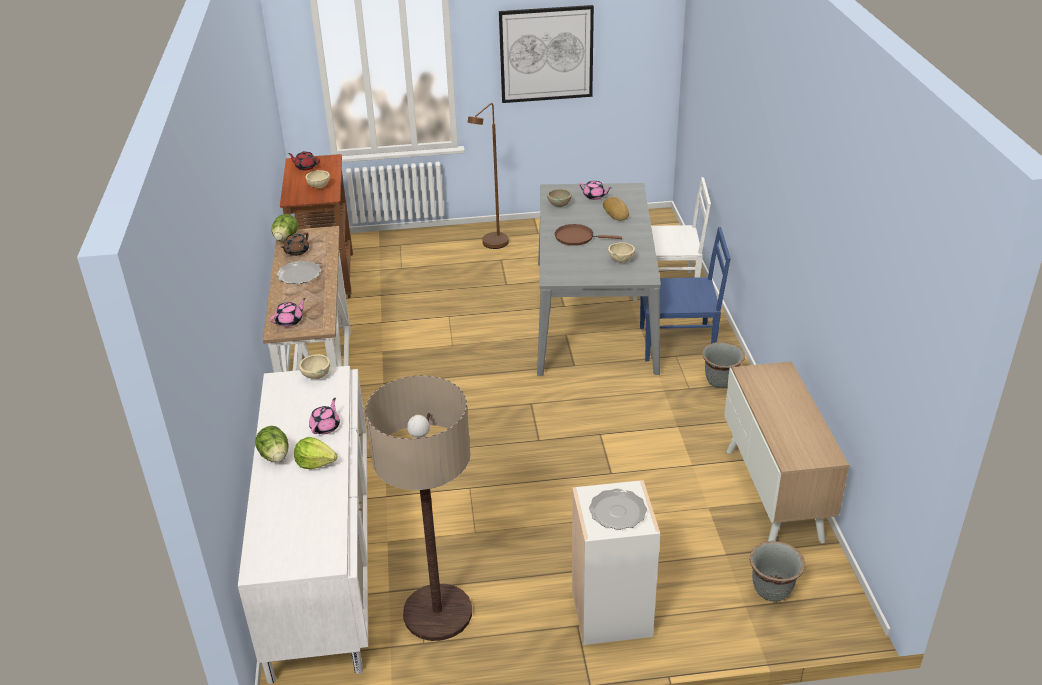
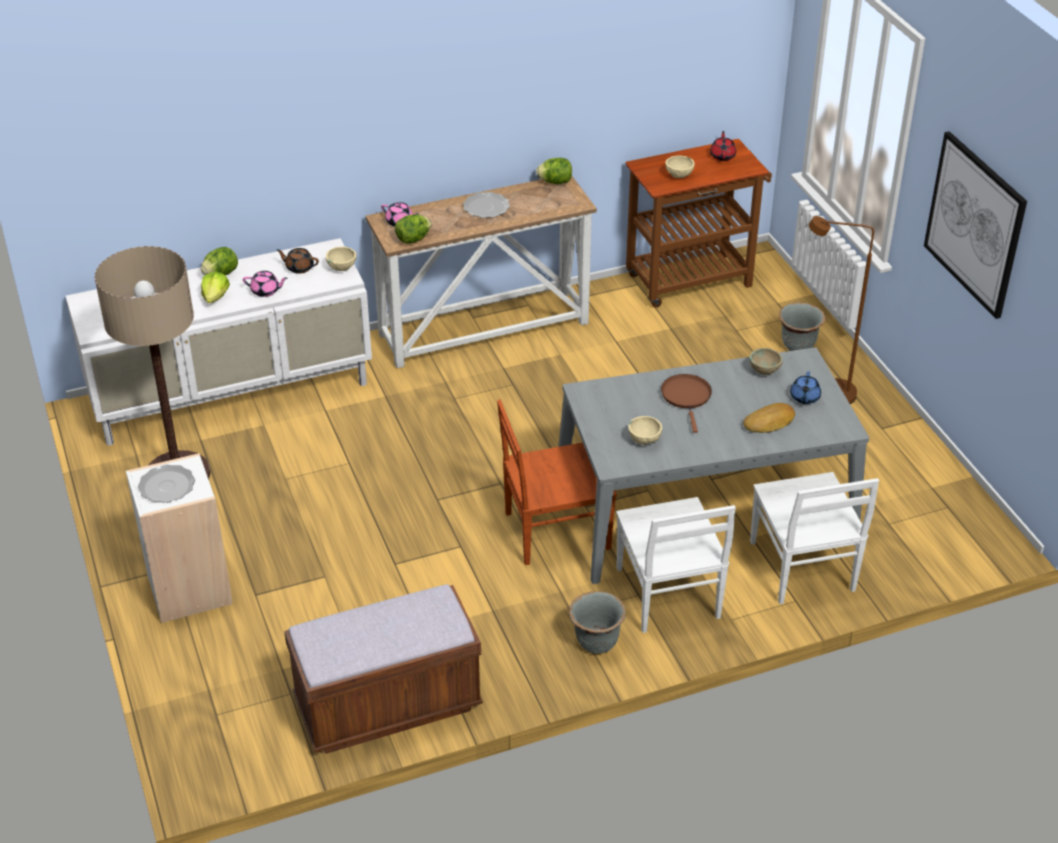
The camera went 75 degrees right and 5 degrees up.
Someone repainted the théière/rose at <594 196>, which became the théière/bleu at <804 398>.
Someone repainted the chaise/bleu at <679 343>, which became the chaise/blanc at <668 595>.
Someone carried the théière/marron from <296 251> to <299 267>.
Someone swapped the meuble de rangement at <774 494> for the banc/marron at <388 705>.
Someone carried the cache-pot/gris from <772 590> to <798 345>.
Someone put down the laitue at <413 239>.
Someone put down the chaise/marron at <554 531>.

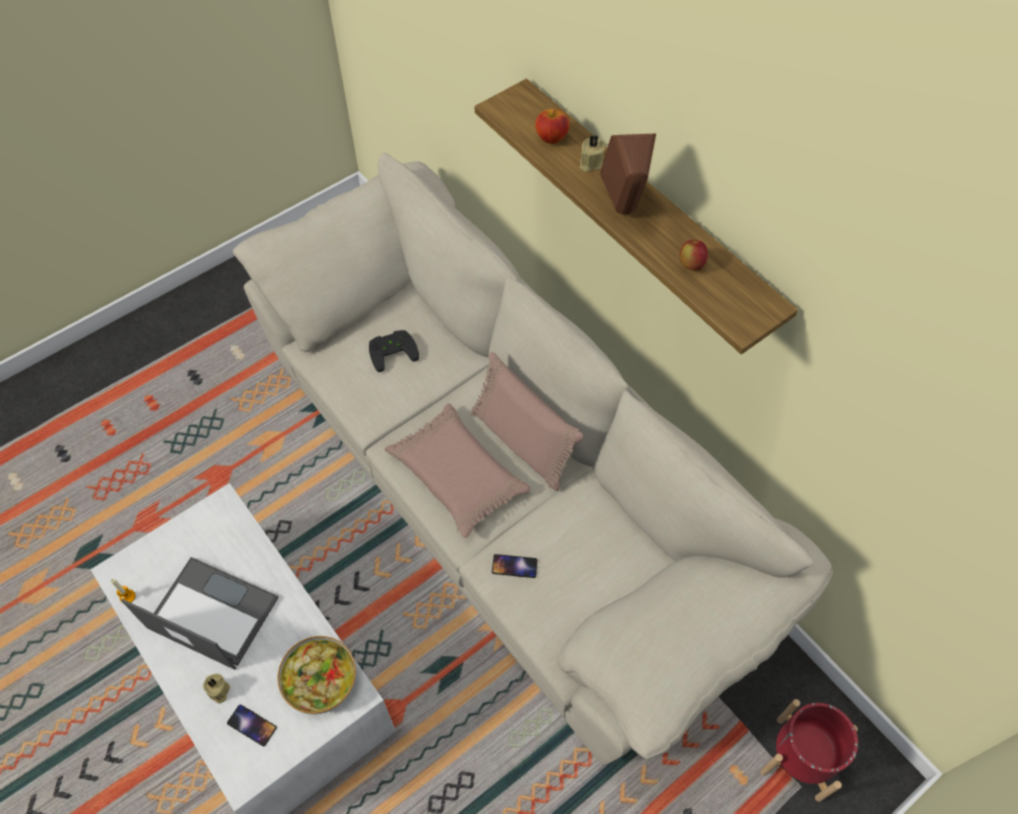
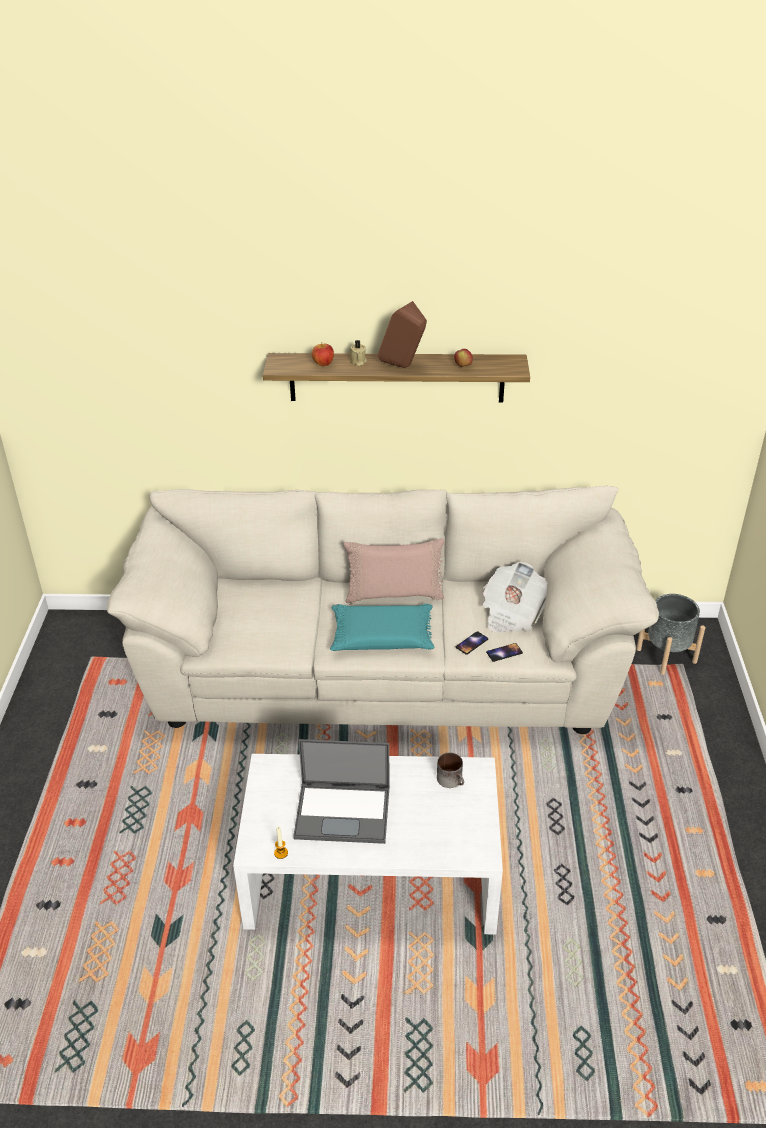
The camera went 50 degrees left and 20 degrees down.
Someone took away the manette/noir at <392 350>.
Someone repainted the coussin/beige at <457 473>, which became the coussin/turquoise at <382 633>.
Someone rotated the ordinateur portable at <211 612> by 150 degrees counterclockwise.
Someone swapped the bol at <321 681> for the mug at <452 780>.
Someone took away the bougie/beige at <218 691>.
Someone repainted the cache-pot/rouge at <799 758>, which became the cache-pot/gris at <666 655>.
Someone carried the téléphone from <252 725> to <504 652>.
Someone put down the journal at <512 613>.

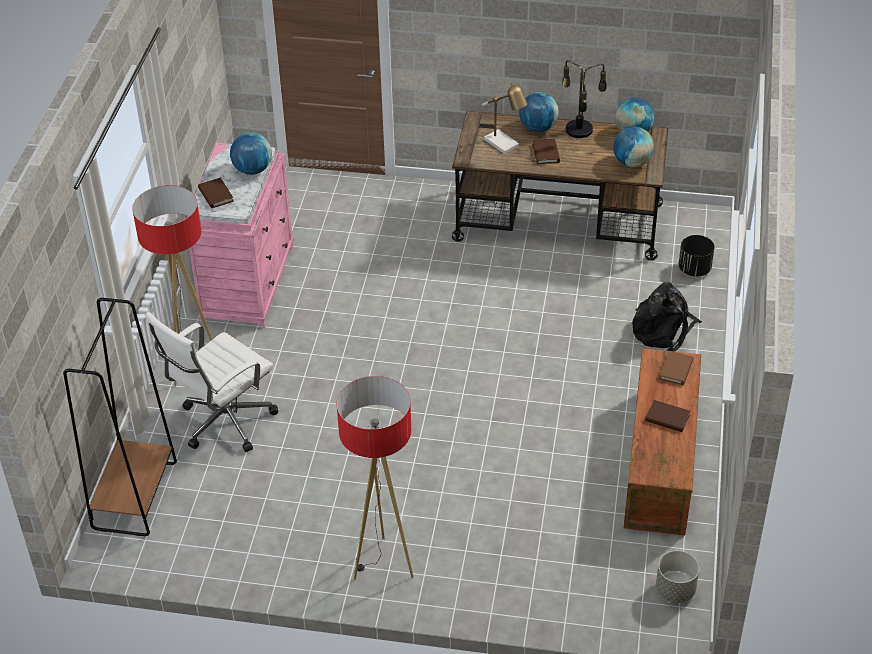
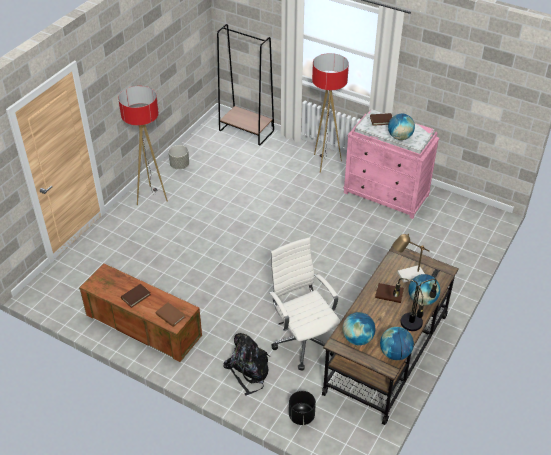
The camera went 110 degrees right and 0 degrees up.
Someone carried the chaise de bureau/blanc from <223 423> to <303 341>.
Someone carried the cache-pot/gris from <675 590> to <179 165>.

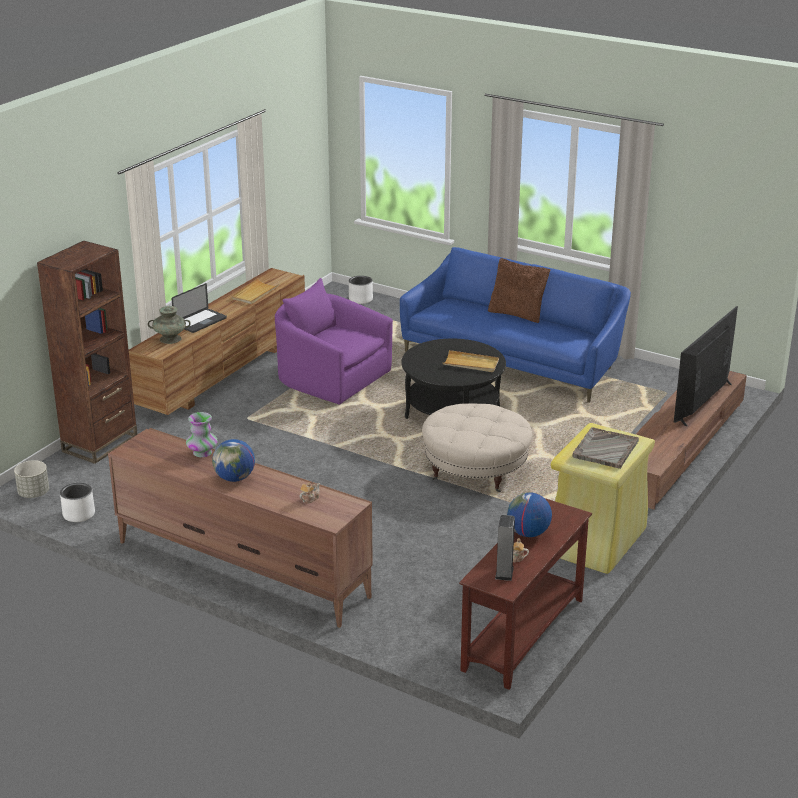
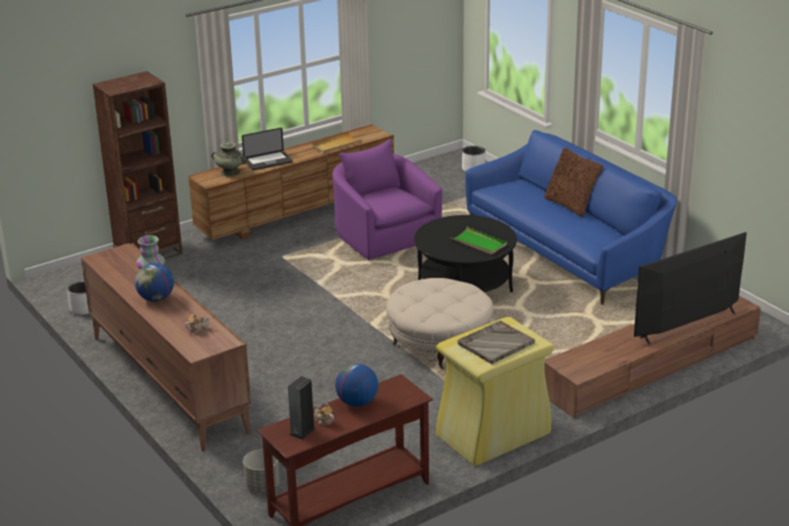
The camera went 25 degrees right and 0 degrees up.
Someone repainted the plateau/beige at <471 364>, which became the plateau/vert at <478 243>.
Someone carried the cache-pot/gris from <33 493> to <262 486>.

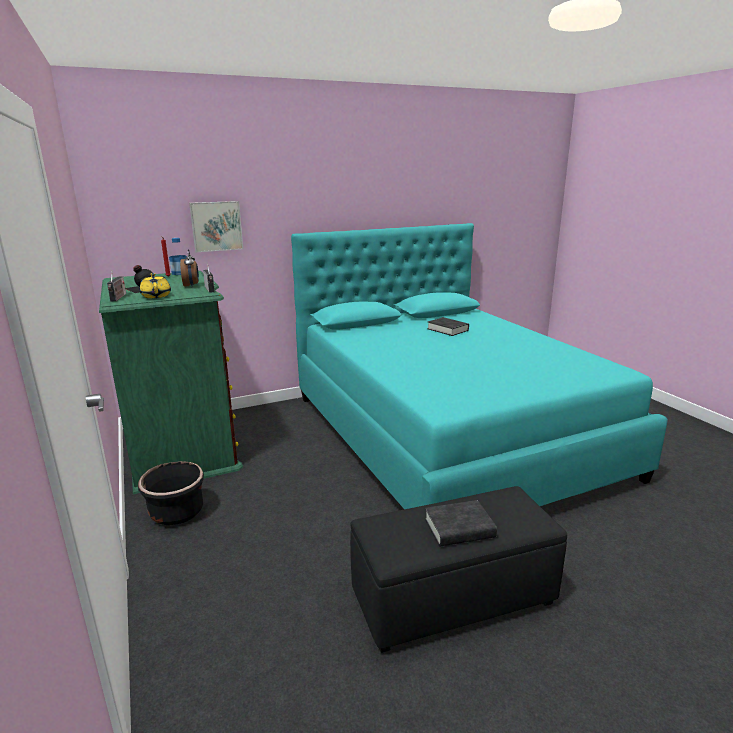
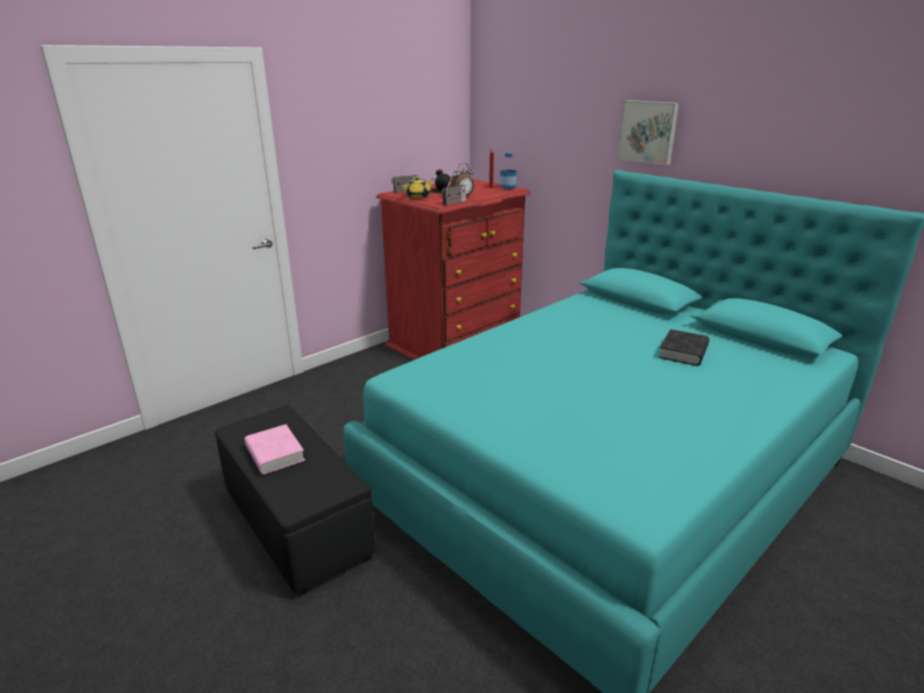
The camera went 70 degrees right and 5 degrees up.
Someone carried the tableau from <216 226> to <648 131>.
Someone repainted the commode/vert at <182 449>, which became the commode/rouge at <457 341>.
Someone took away the cache-pot/noir at <177 512>.
Someone repainted the livre/noir at <459 528>, which became the livre/rose at <275 454>.

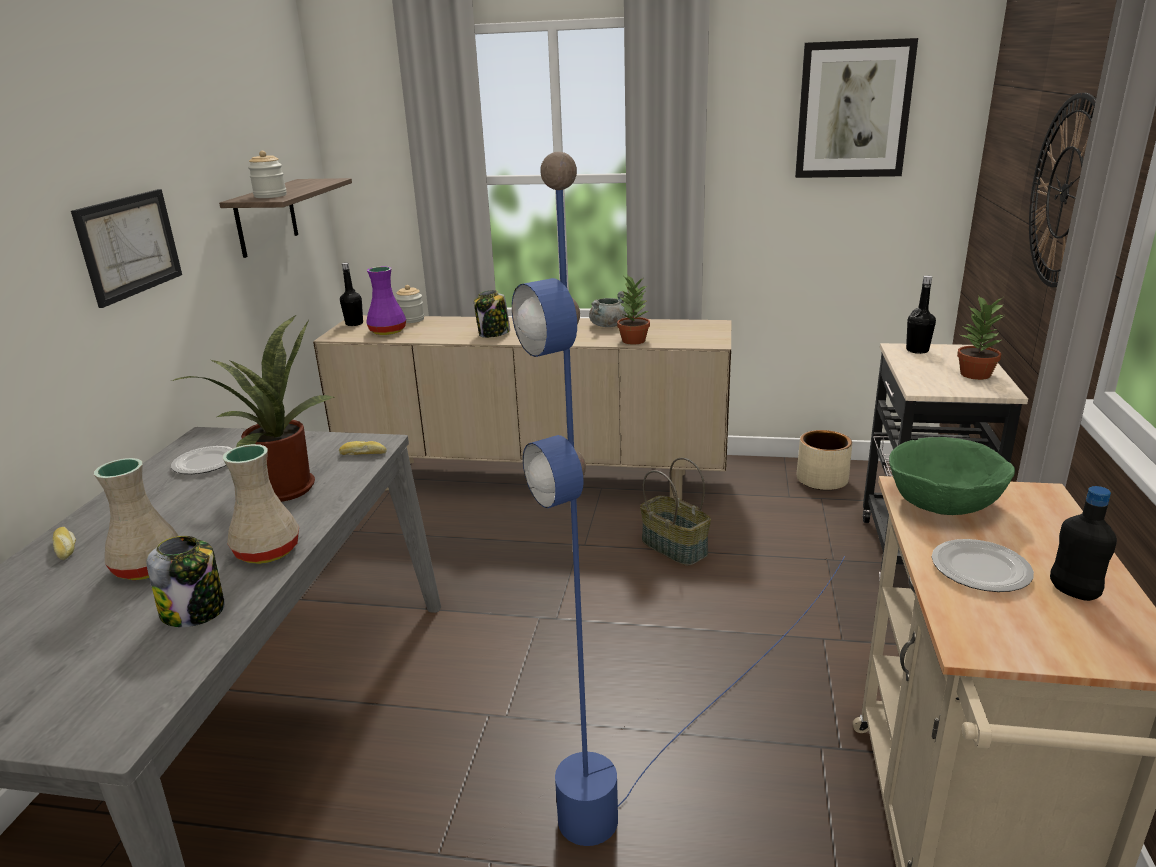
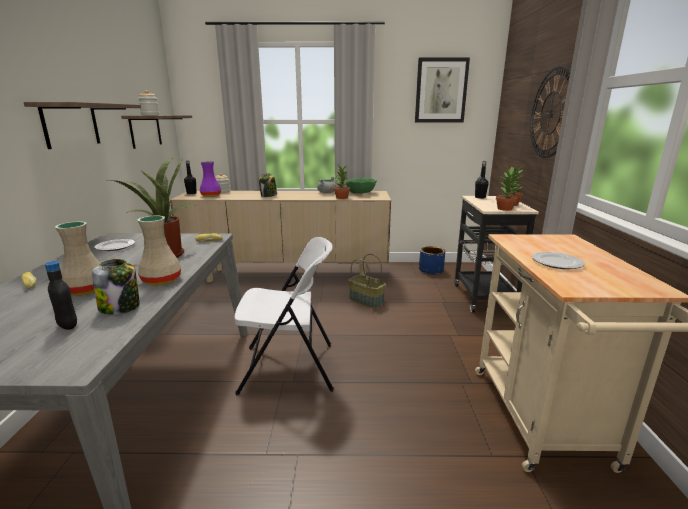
The camera went 10 degrees left and 5 degrees down.
Someone took away the lampadaire/bleu at <686 726>.
Someone swapped the tableau at <129 245> for the étagère at <71 125>.
Someone repainted the cache-pot/beige at <822 480>, which became the cache-pot/bleu at <431 270>.
Someone carried the bol/vert from <942 502> to <360 193>.
Someone carried the bouteille/noir from <1073 592> to <68 325>.
Someone put down the plante en pot at <505 209>.
Someone put down the chaise/blanc at <288 368>.

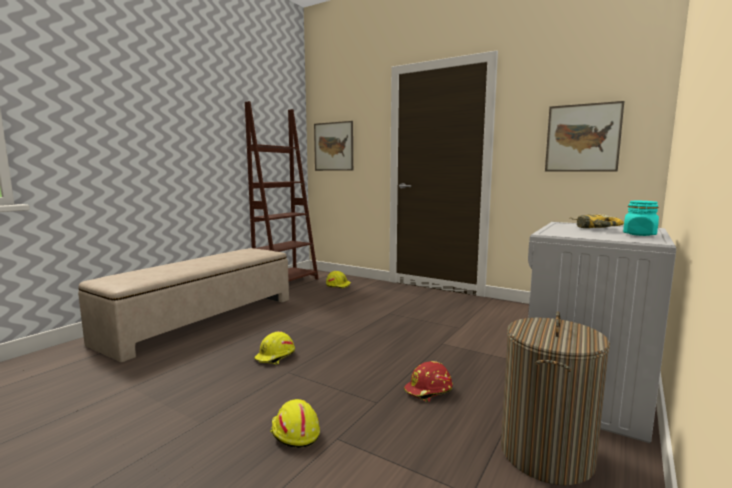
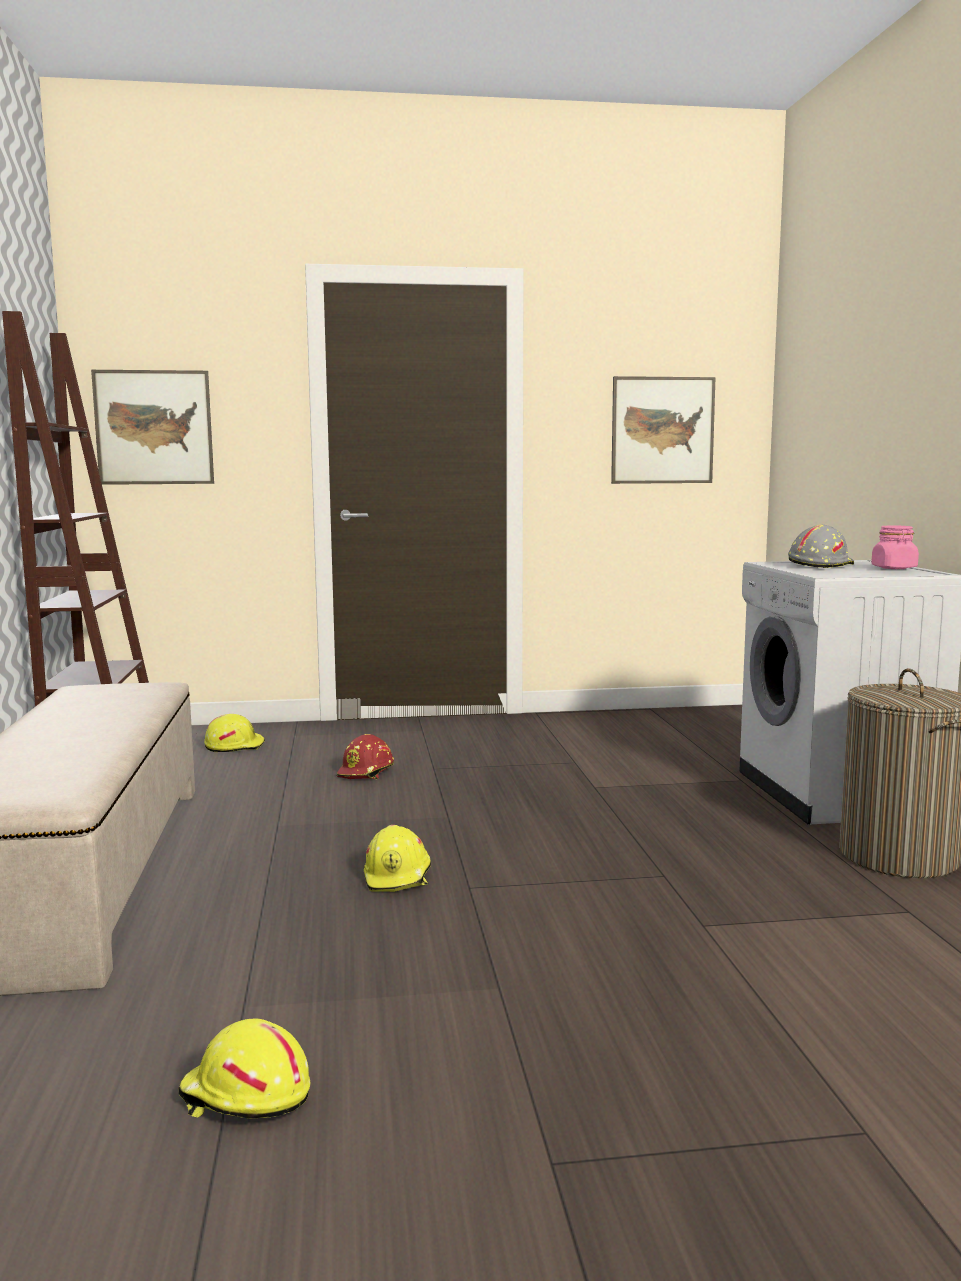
The camera went 40 degrees left and 0 degrees up.
Someone repainted the bocal/turquoise at <639 234>, which became the bocal/rose at <894 568>.
Someone swapped the perceuse at <591 227> for the casque de chantier/gris at <819 565>.
Someone carried the casque de chantier/rouge from <428 391> to <366 772>.
Someone carried the casque de chantier/jaune from <294 433> to <245 1096>.

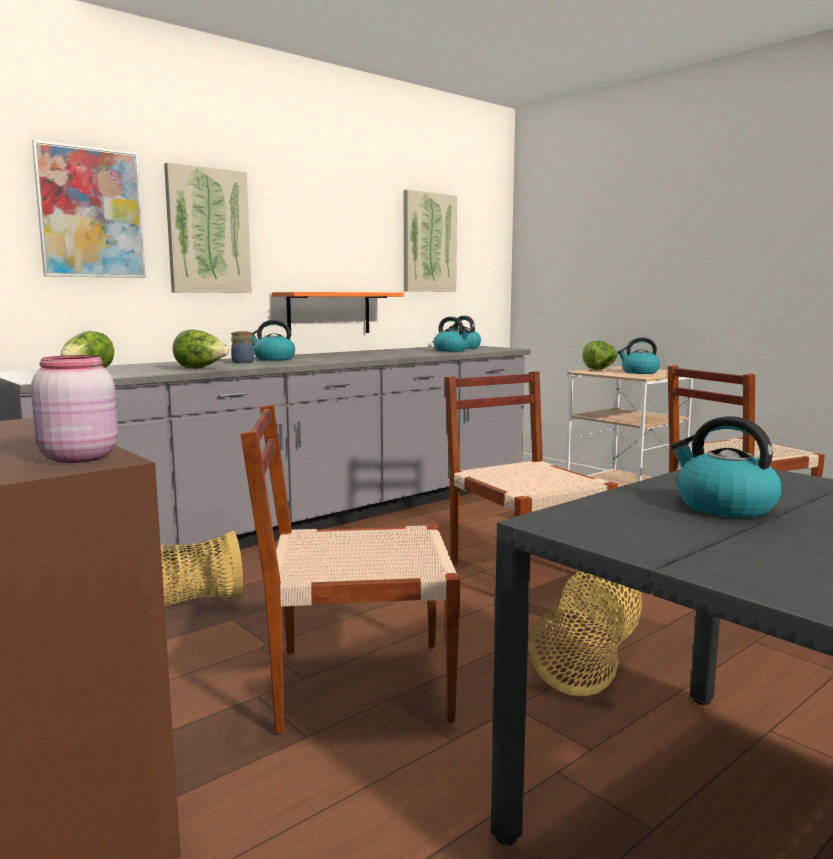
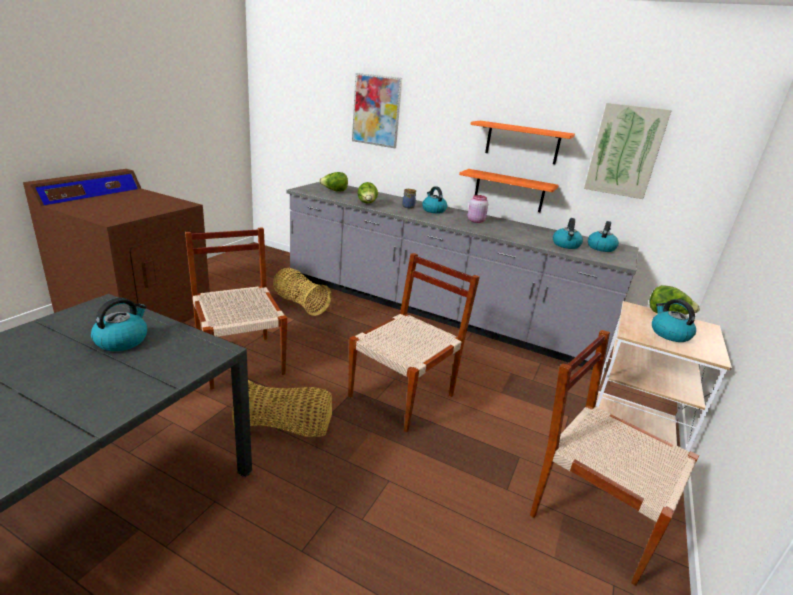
The camera went 65 degrees right and 15 degrees up.
Someone took away the tableau at <208 231>.
Someone carried the bocal/rose from <77 457> to <475 221>.
Someone put up the étagère/orange at <522 142>.

